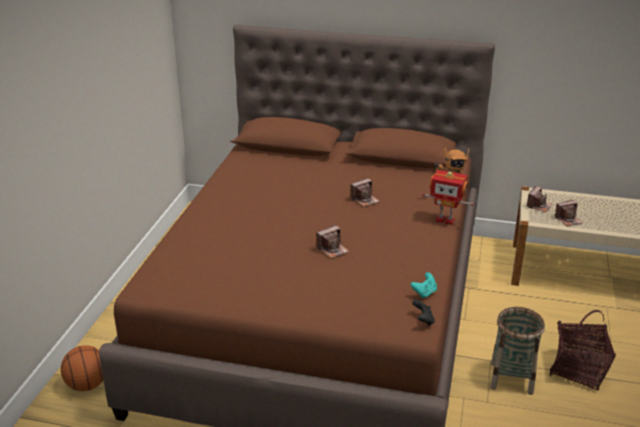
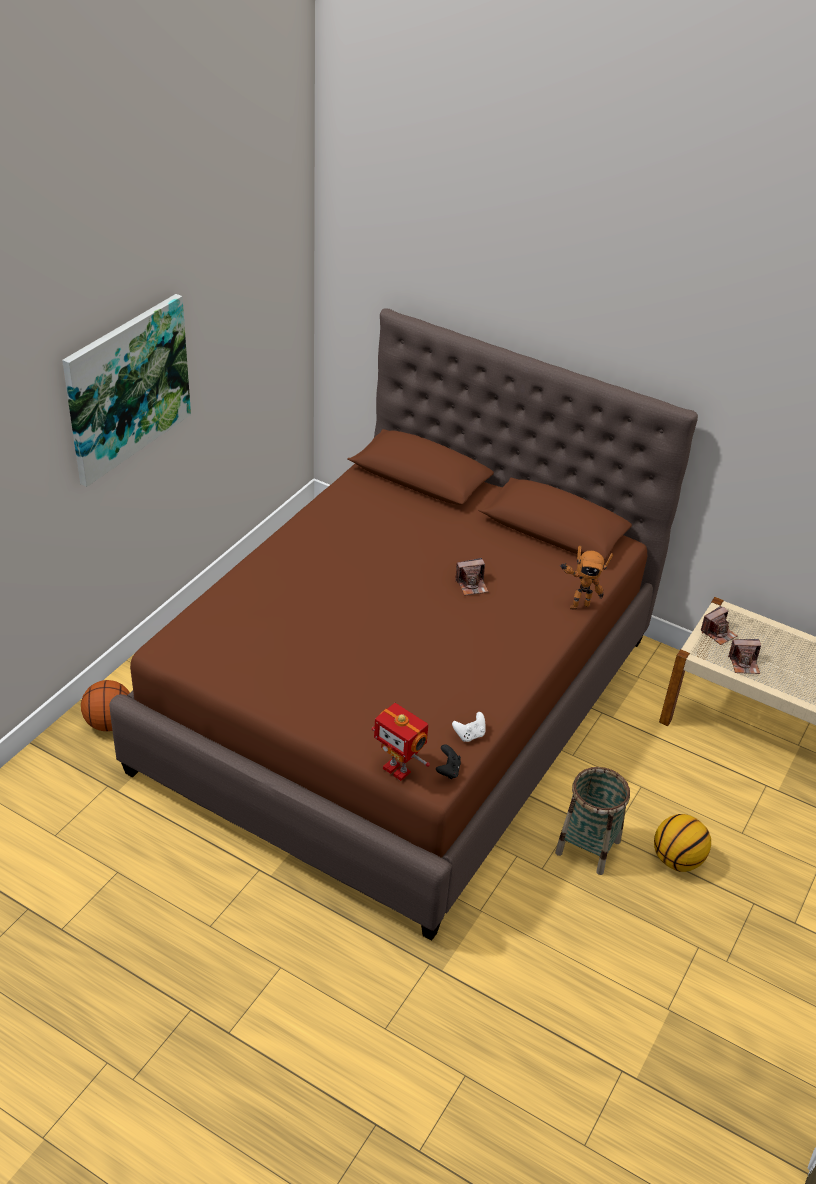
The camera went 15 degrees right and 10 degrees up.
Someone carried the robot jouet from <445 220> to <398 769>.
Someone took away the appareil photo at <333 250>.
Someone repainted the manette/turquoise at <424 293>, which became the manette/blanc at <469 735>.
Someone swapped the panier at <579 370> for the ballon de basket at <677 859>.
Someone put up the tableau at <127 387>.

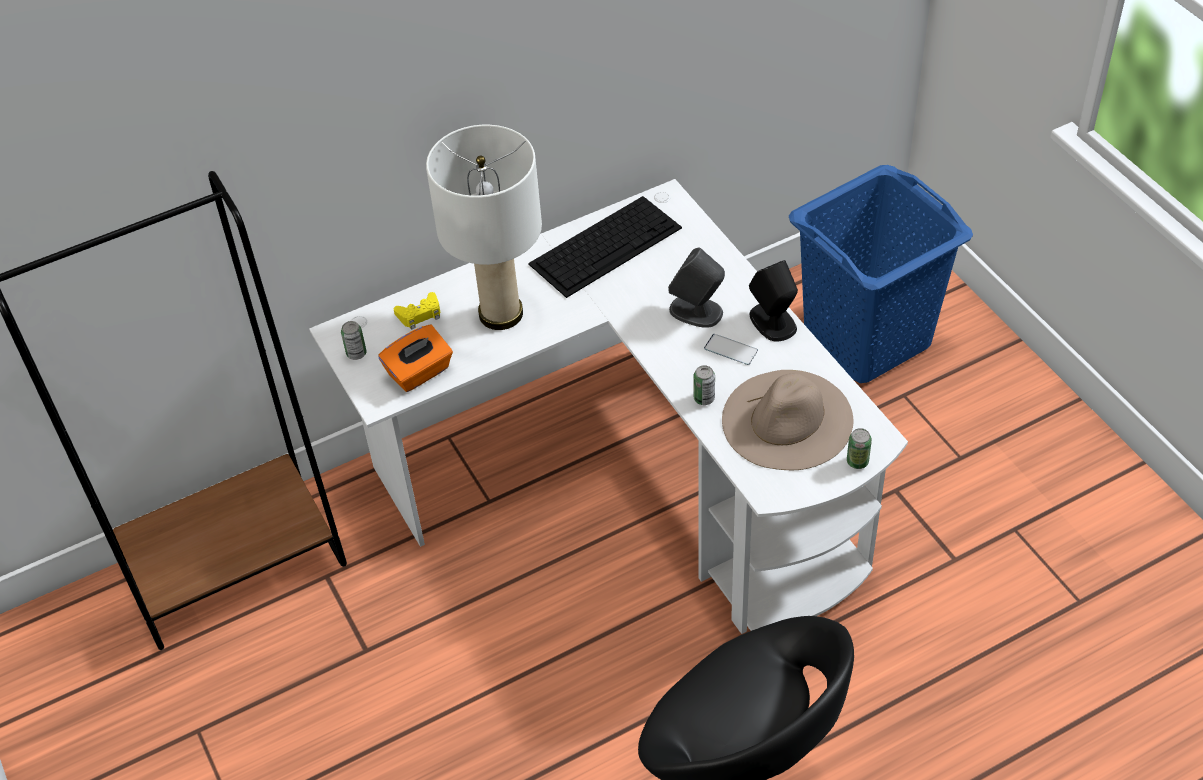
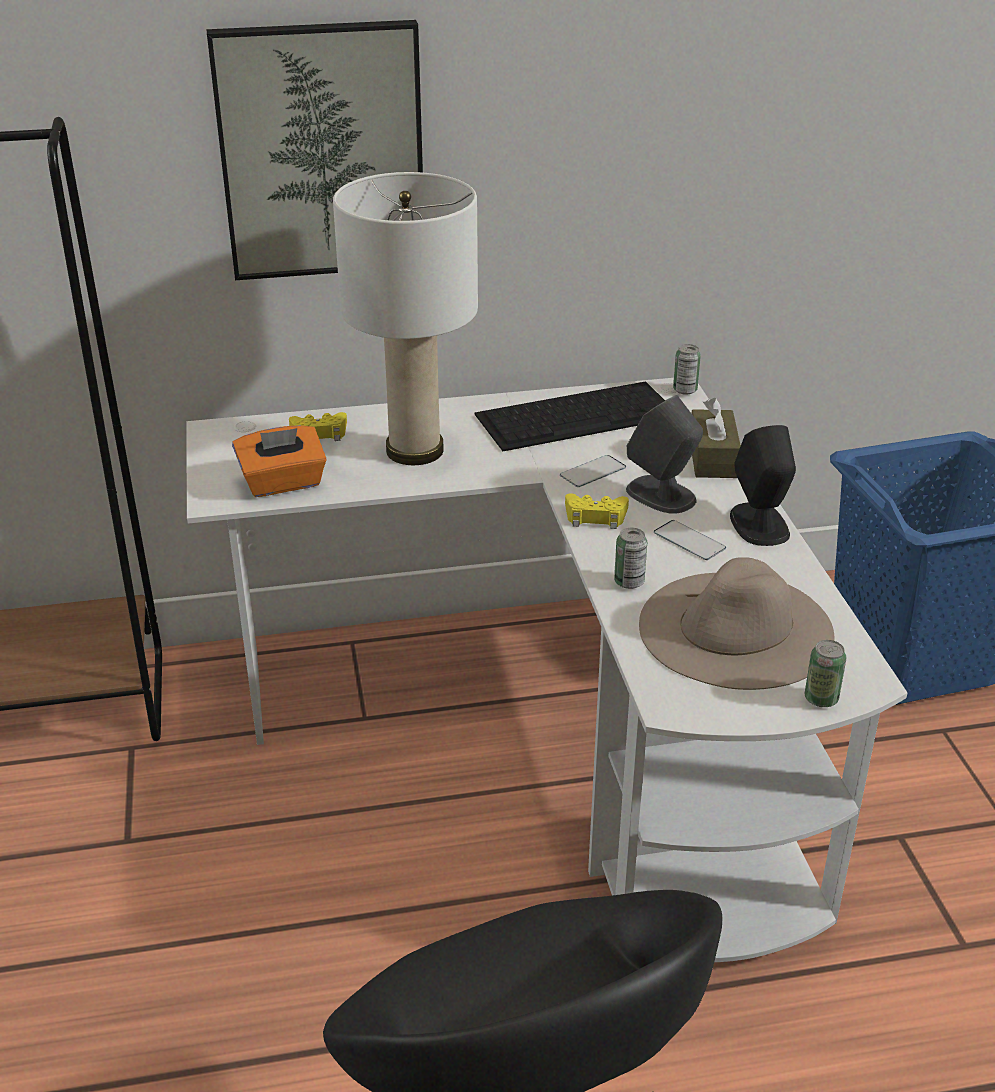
The camera went 15 degrees right and 15 degrees down.
Someone carried the boîte métallique from <356 353> to <685 390>.
Someone put up the tableau at <321 151>.
Someone put down the boîte à mouchoirs/marron at <712 458>.
Someone put down the téléphone at <593 472>.
Someone put down the manette/jaune at <595 516>.

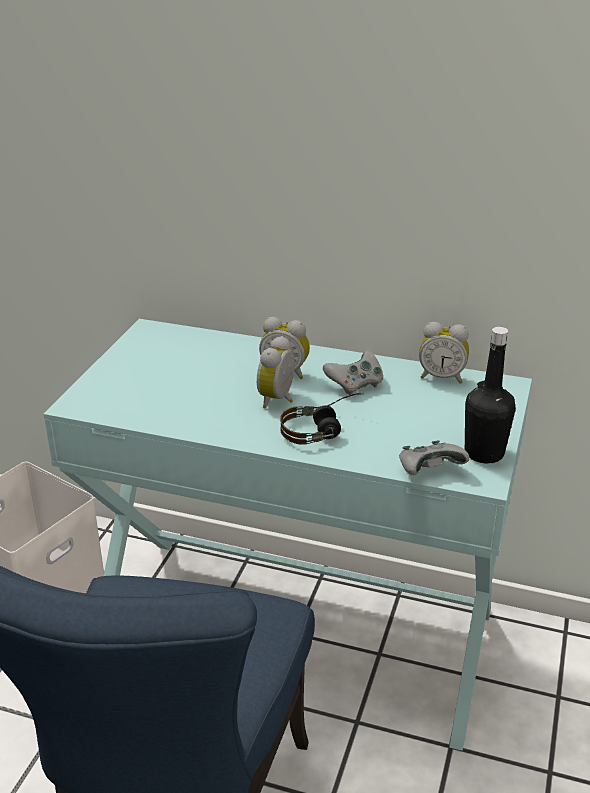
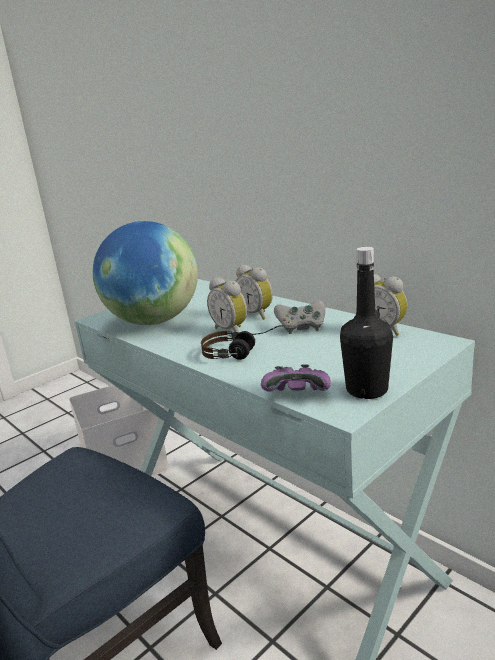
The camera went 30 degrees right and 10 degrees down.
Someone rotated the réveil at <279 400> by 90 degrees counterclockwise.
Someone repainted the manette/gris at <429 472>, which became the manette/violet at <297 396>.
Someone put down the globe at <153 321>.

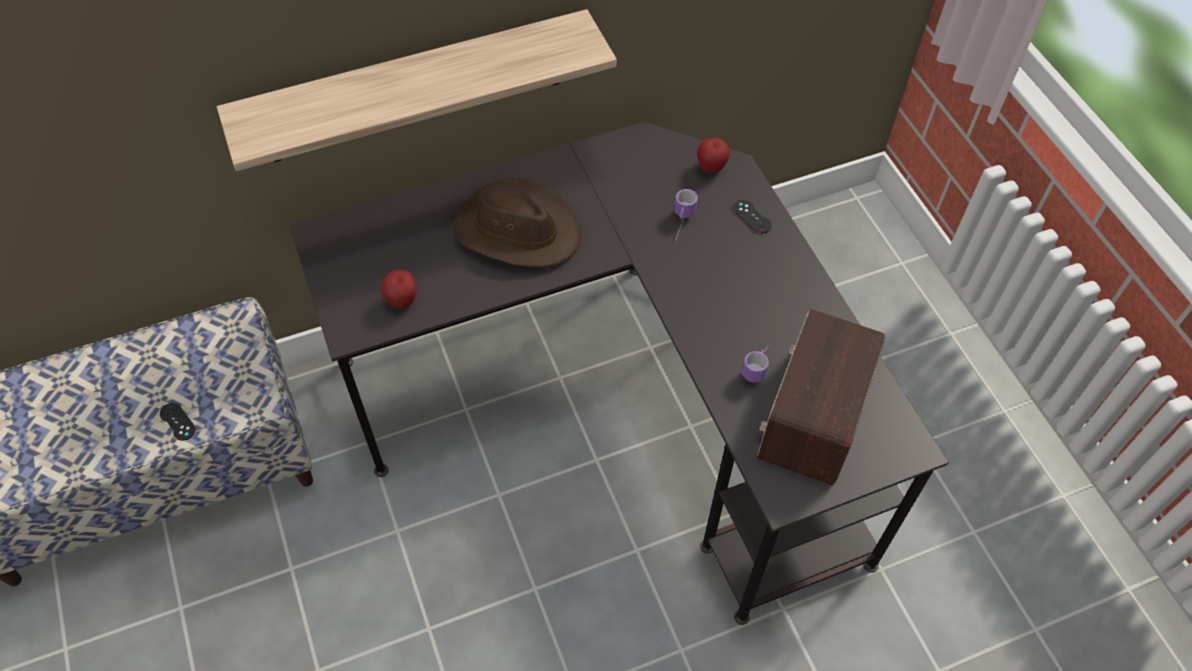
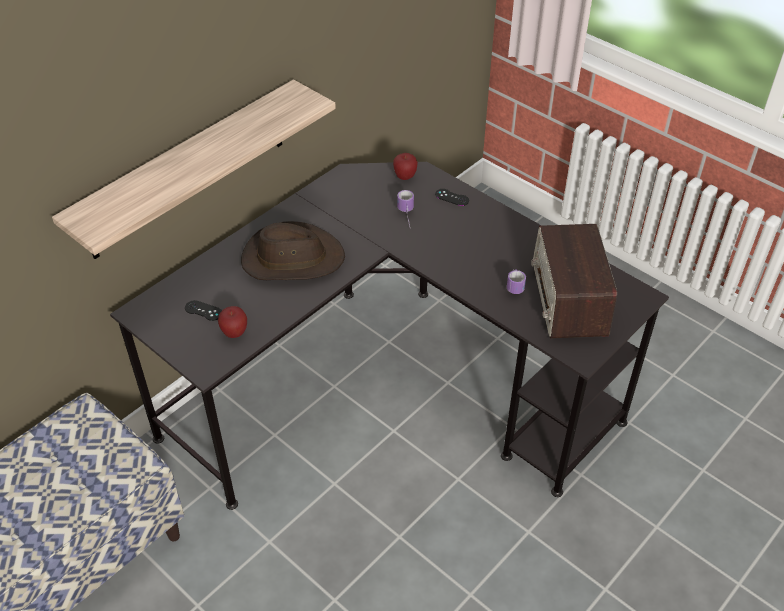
The camera went 25 degrees left and 10 degrees down.
Someone carried the manette/noir from <177 422> to <203 310>.

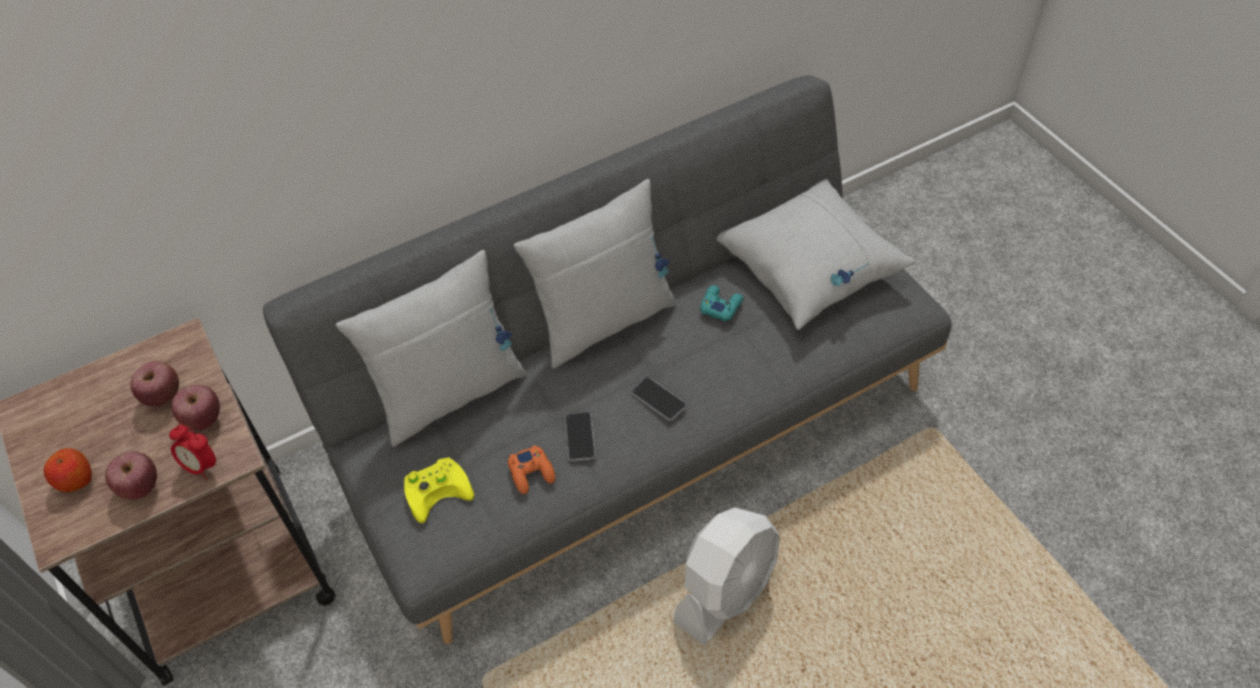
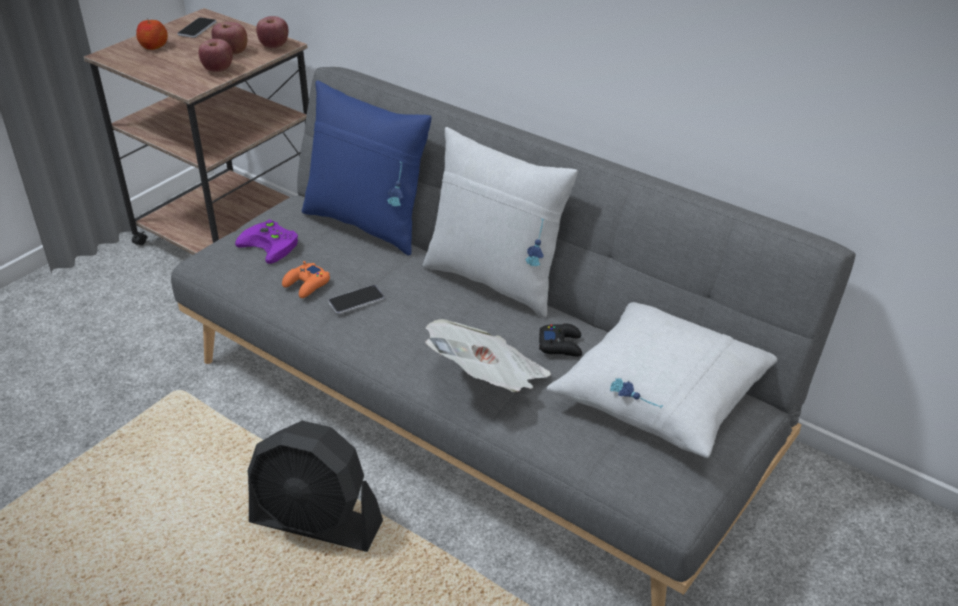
The camera went 65 degrees right and 15 degrees down.
Someone repainted the coussin/gris at <450 395>, which became the coussin/bleu at <367 224>.
Someone repainted the manette/turquoise at <720 306>, which became the manette/noir at <561 345>.
Someone carried the téléphone from <658 399> to <197 28>.
Someone took away the réveil at <201 466>.
Someone carried the pomme from <140 487> to <274 46>.
Someone repainted the manette/jaune at <438 488>, which became the manette/violet at <272 245>.
Someone repainted the ventilateur/blanc at <726 590>, which became the ventilateur/noir at <316 523>.
Someone put down the journal at <488 380>.

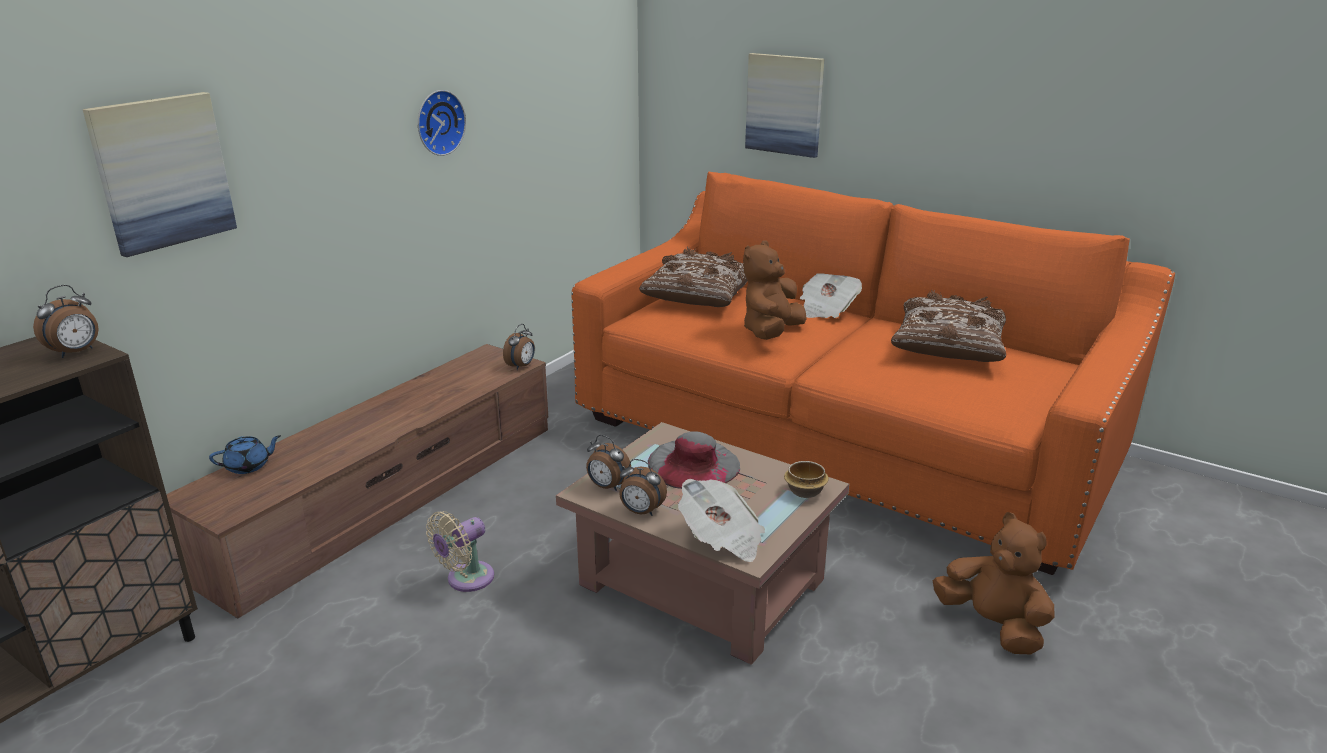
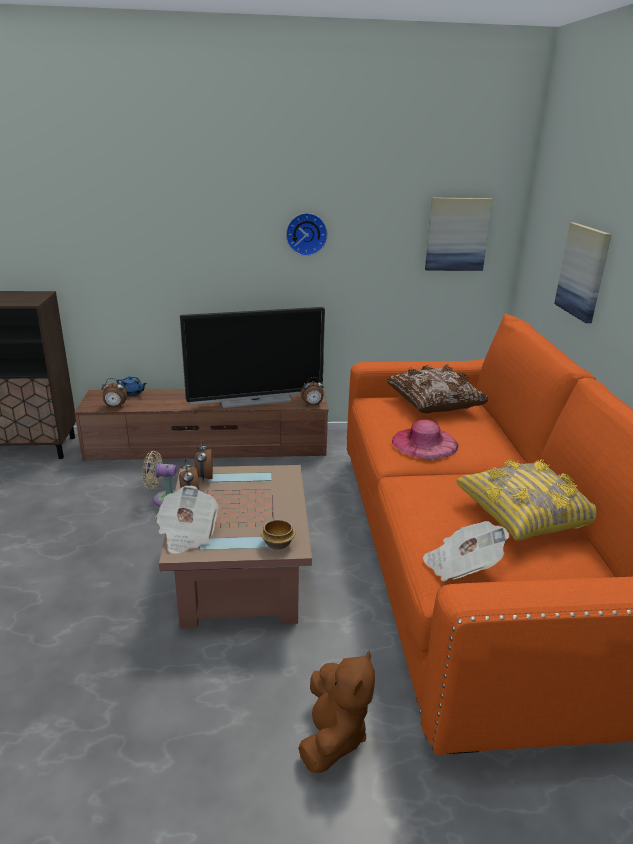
The camera went 50 degrees right and 0 degrees up.
Someone carried the tableau from <163 172> to <457 234>.
Someone swapped the peluche/marron at <771 333> for the chapeau/rose at <424 442>.
Someone carried the journal from <826 309> to <461 566>.
Someone carried the réveil from <76 352> to <115 407>.
Someone repainted the coussin/marron at <948 349>, which became the coussin/jaune at <524 517>.
Someone took away the chapeau/gris at <693 464>.
Someone put down the téléviseur at <255 400>.

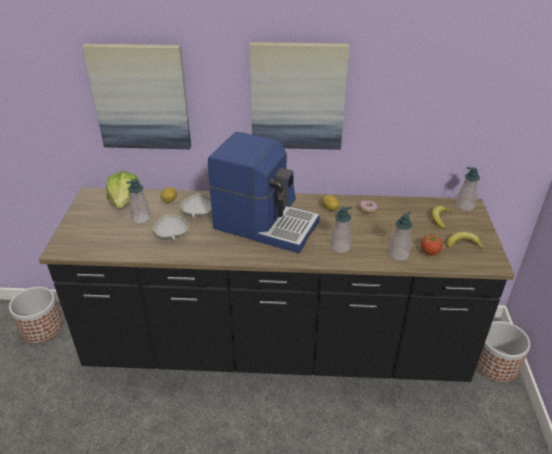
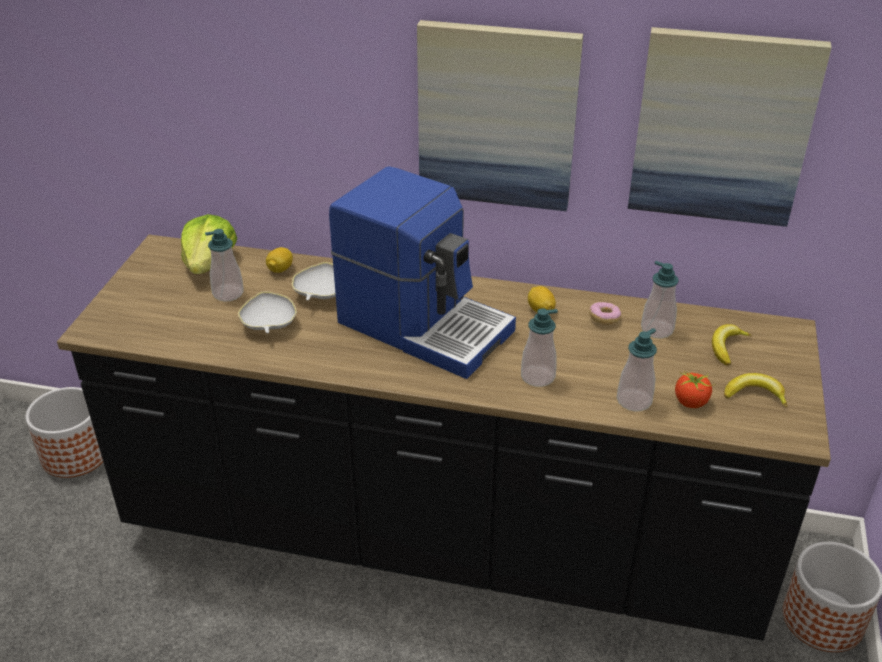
The camera went 10 degrees right and 0 degrees up.
Someone carried the tableau from <141 97> to <722 127>.
Someone carried the distributeur de savon from <464 206> to <657 329>.

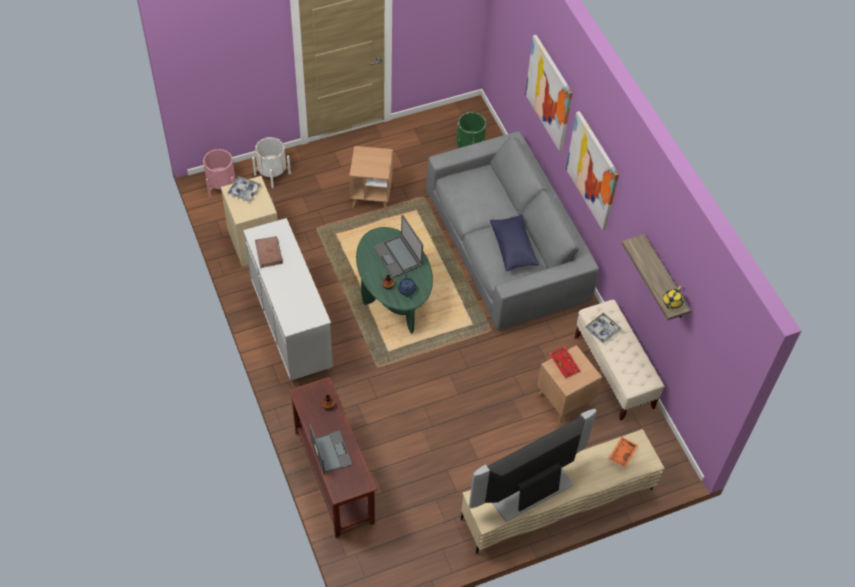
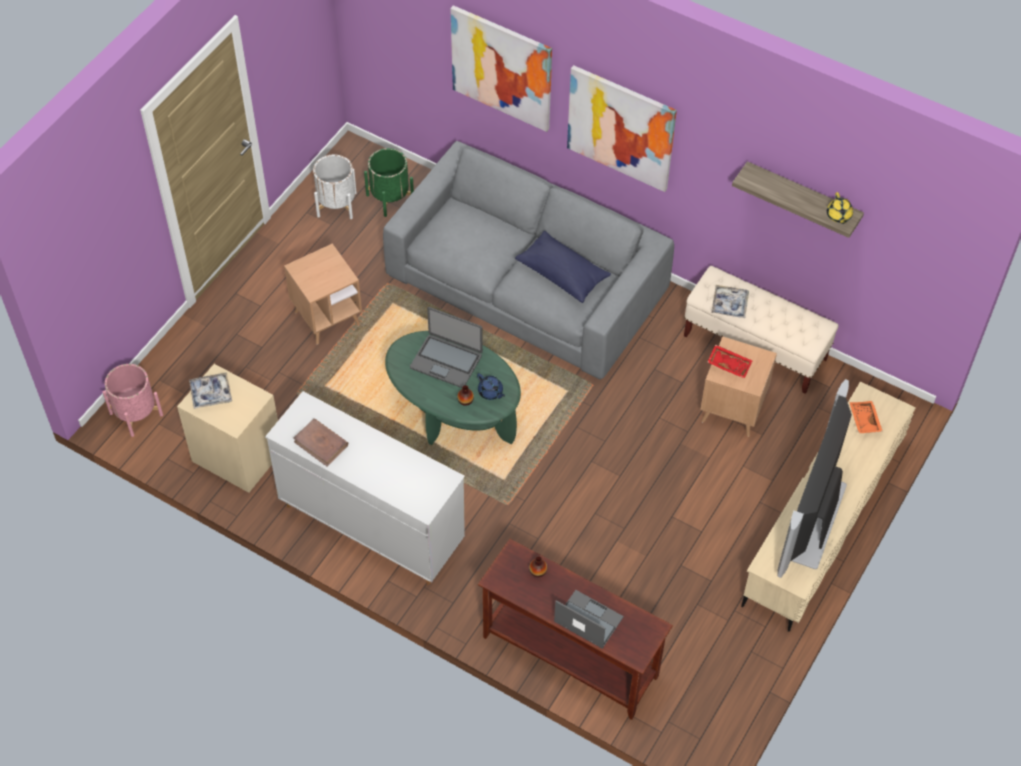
The camera went 35 degrees left and 0 degrees up.
Someone carried the cache-pot/blanc from <272 174> to <337 204>.

